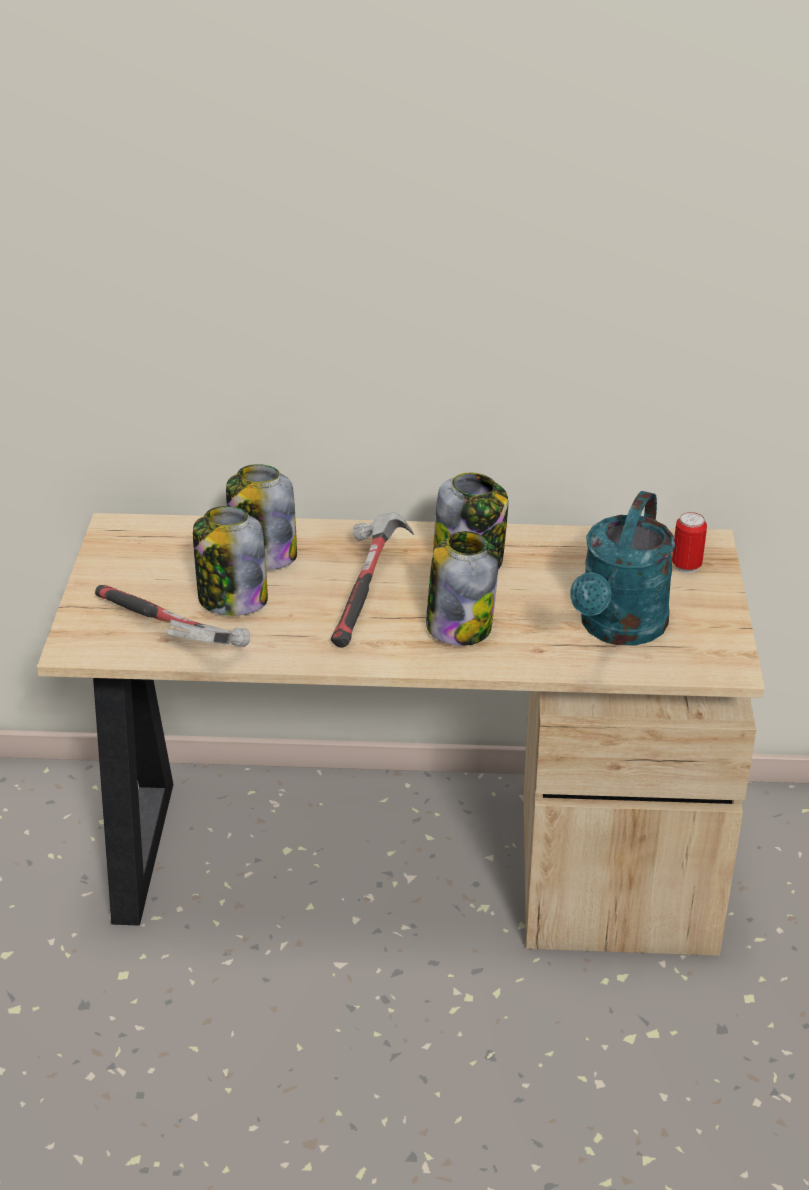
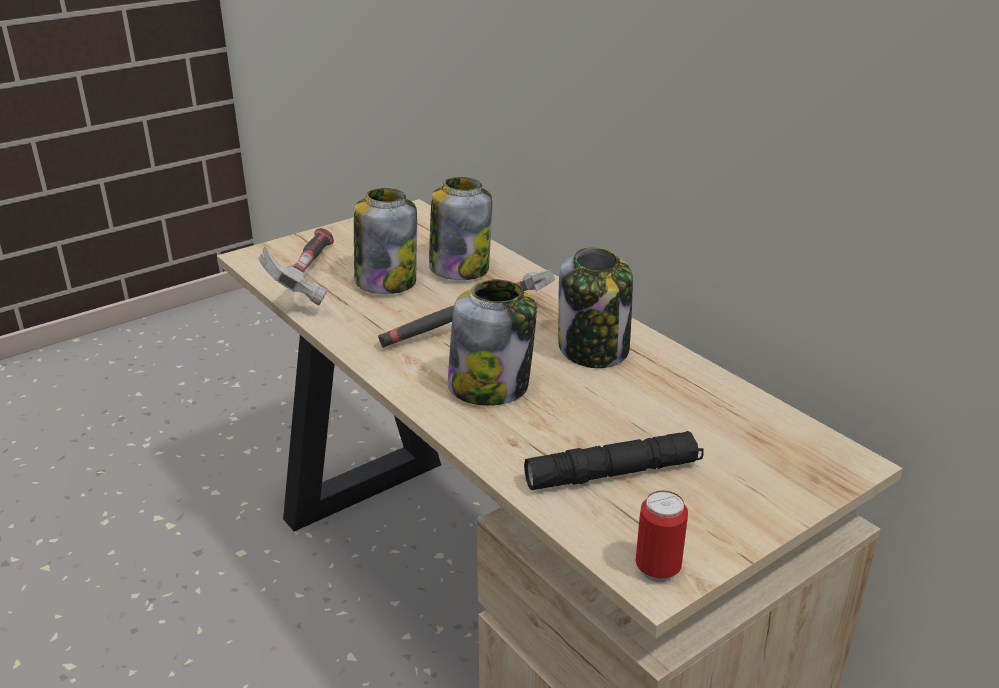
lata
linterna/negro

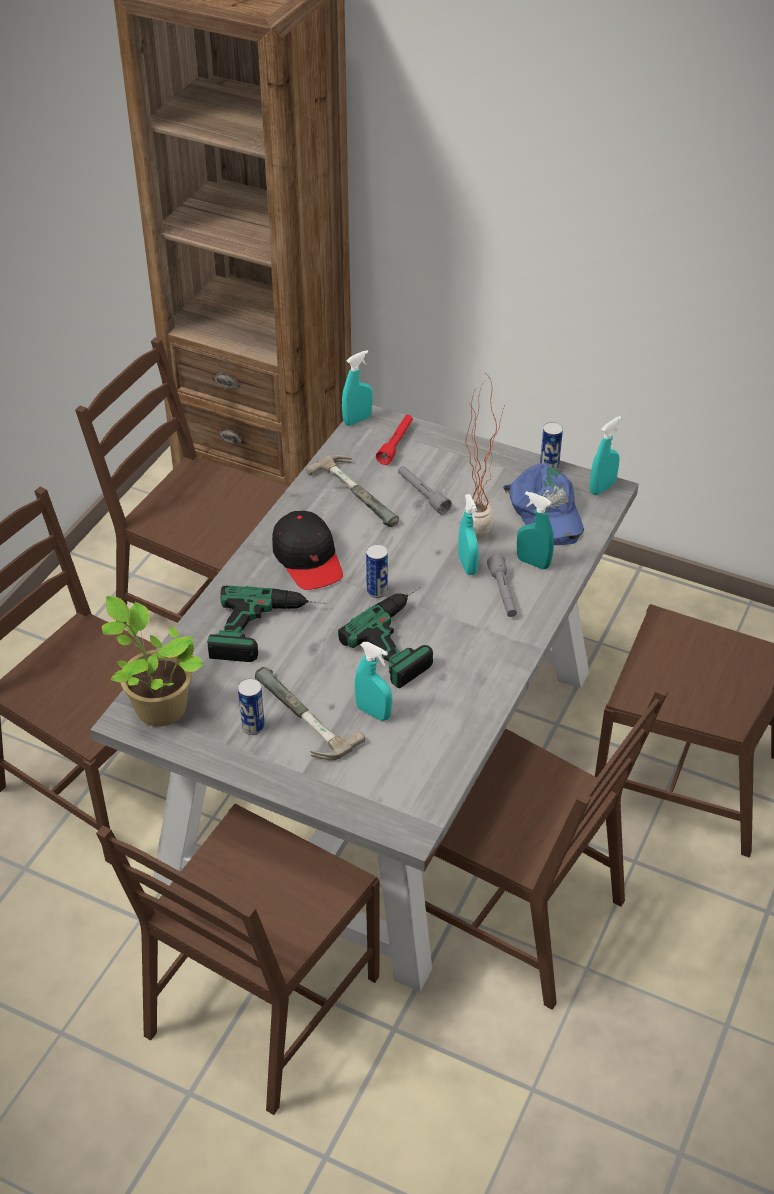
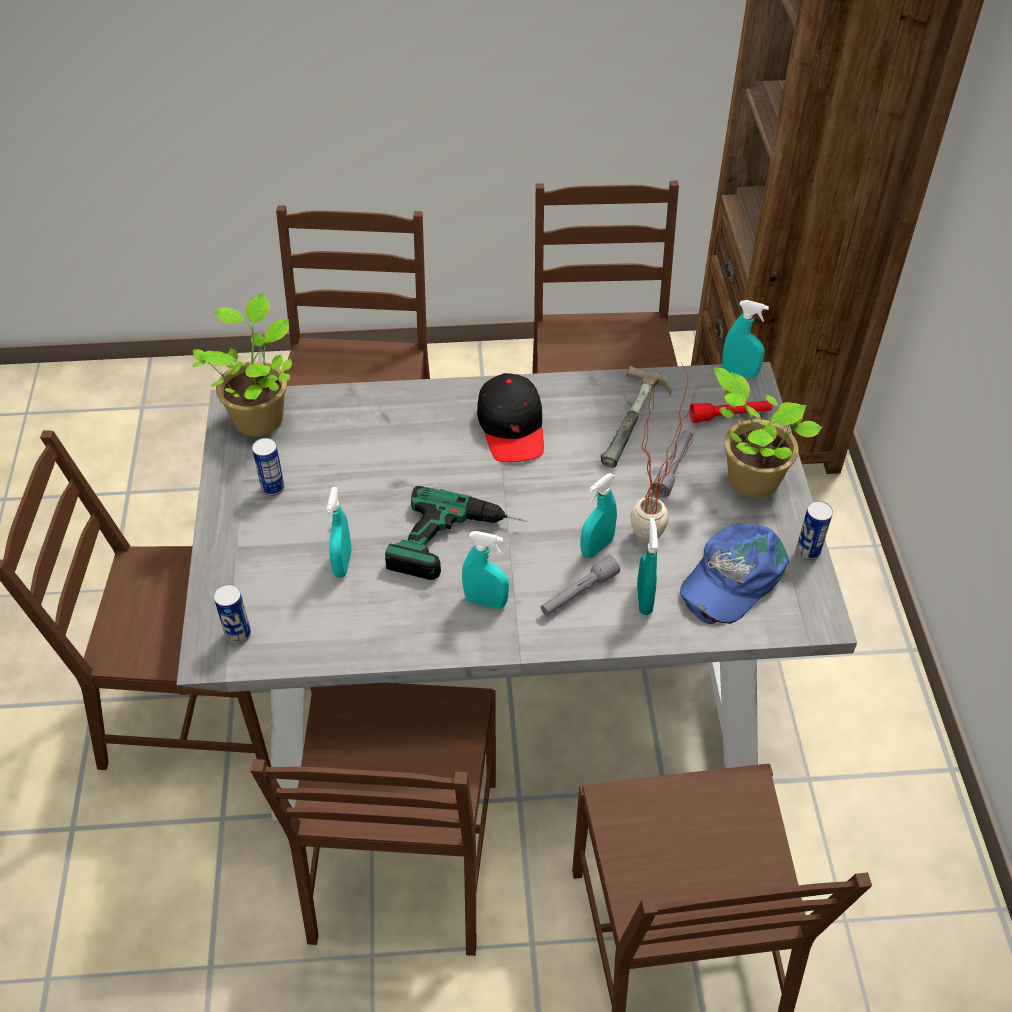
taladro (no. 1 from left in the first image)
martillo (no. 1 from left in the first image)
planta en maceta (no. 3 from left)
lata (no. 1 from left)
pulverizador/turquesa (no. 2 from left)
gorra/negro

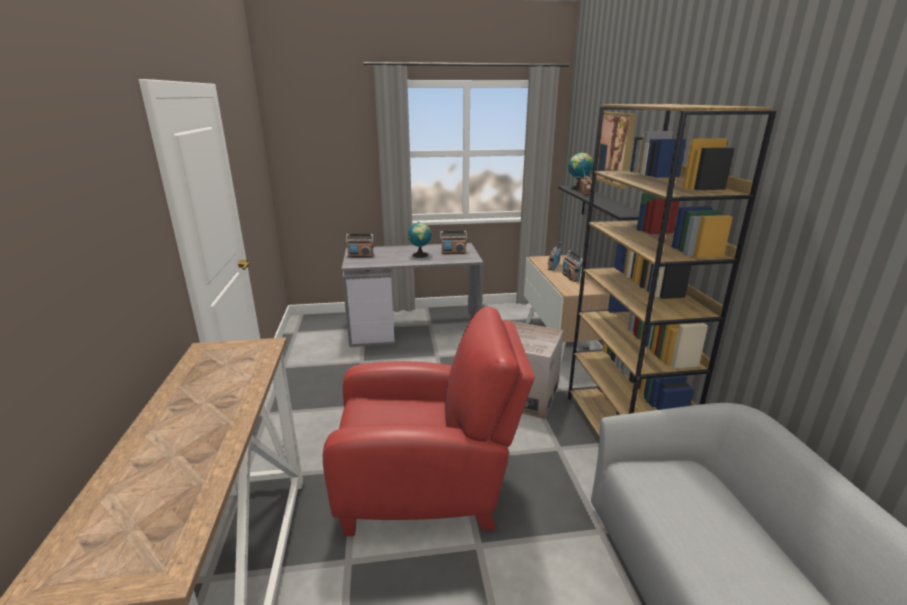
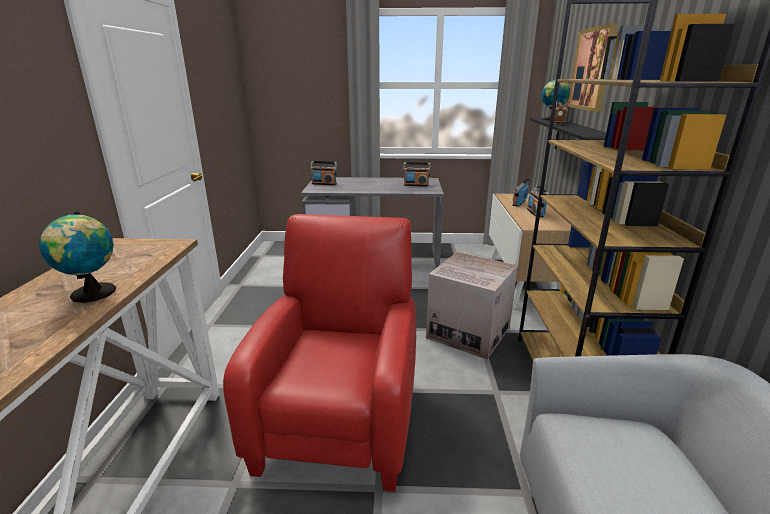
globo terráqueo (no. 1 from left)
sillón/rojo

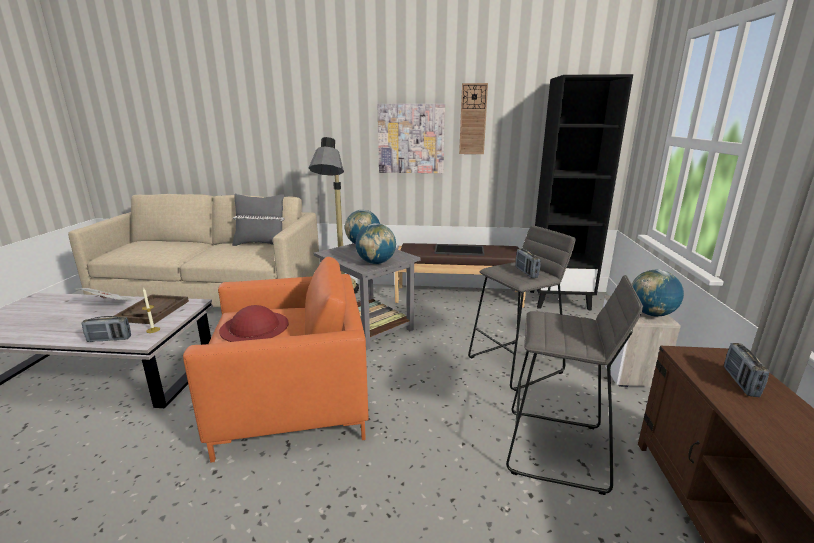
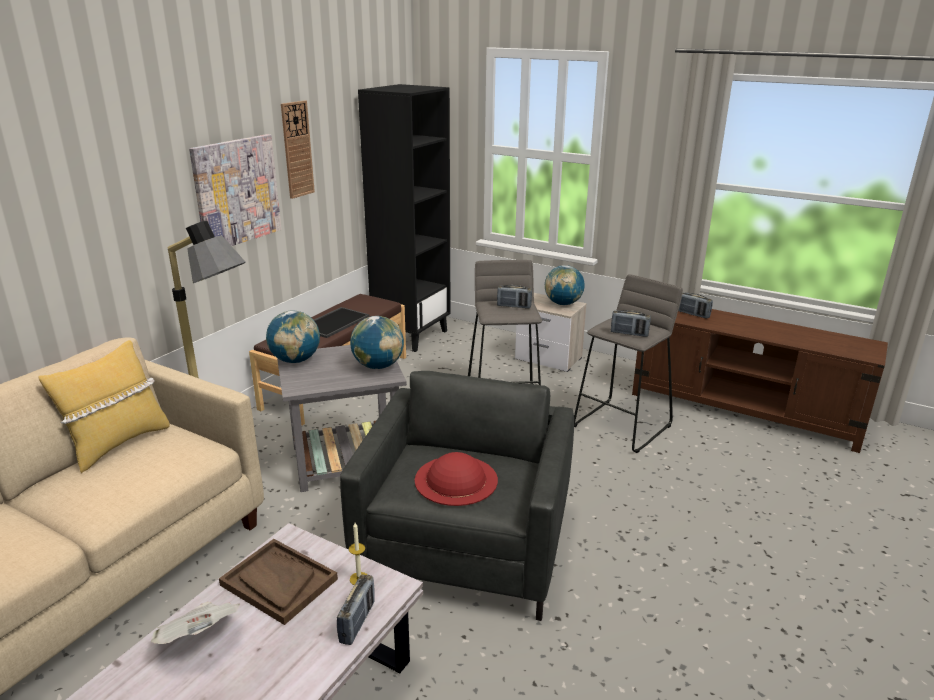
radio (no. 3 from left)
sillón/gris
cojín/amarillo

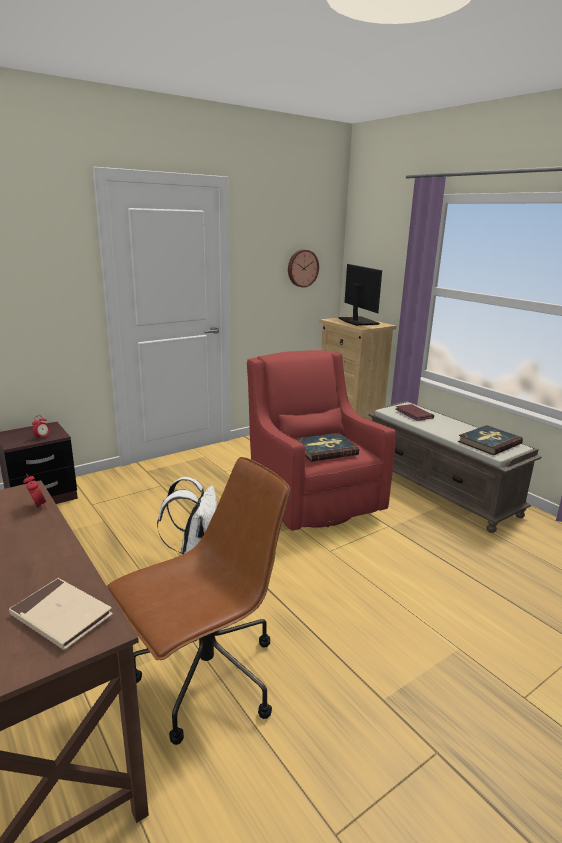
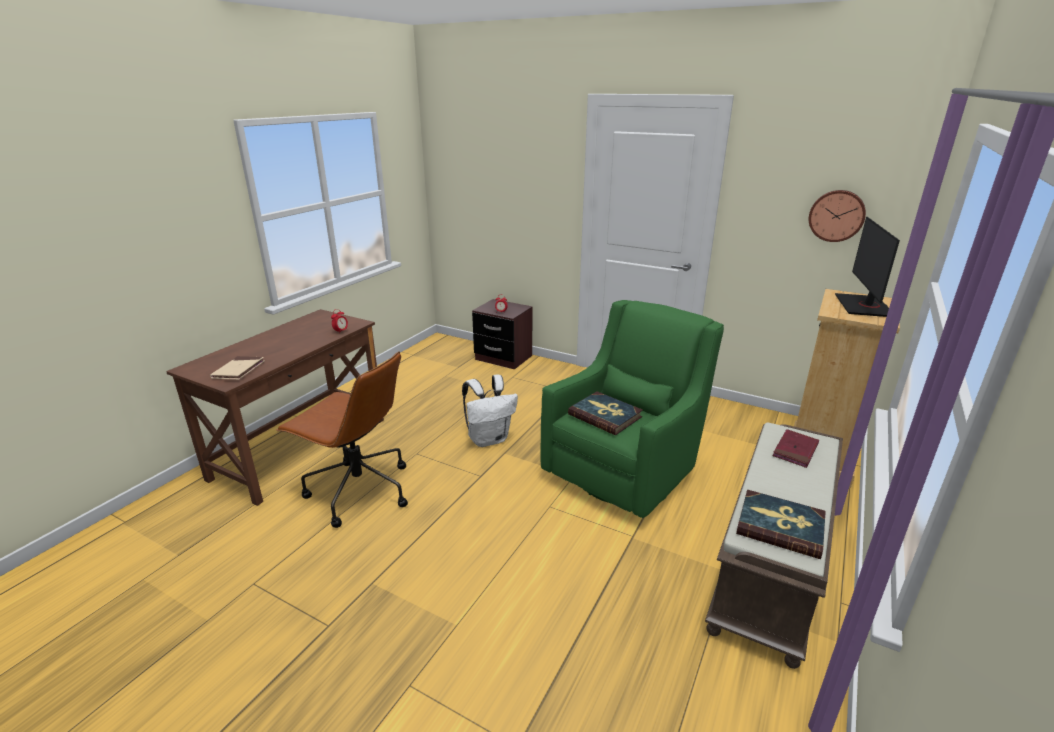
sillón/verde
monitor

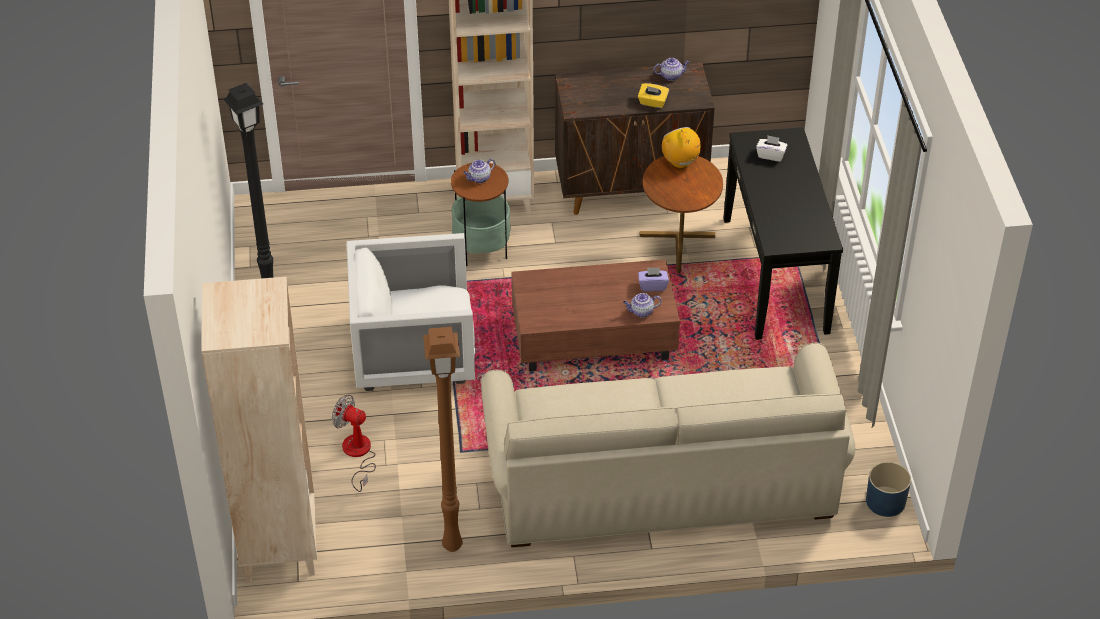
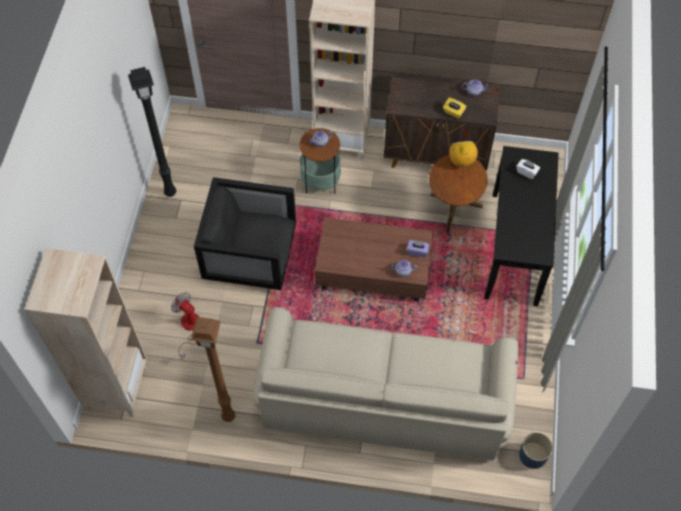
sillón/negro

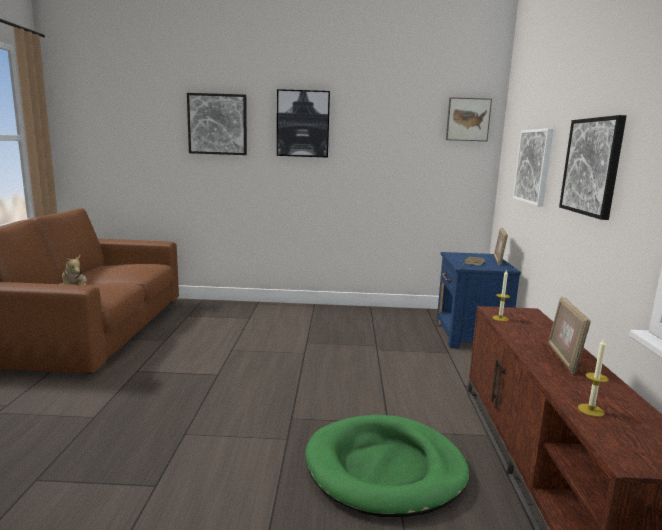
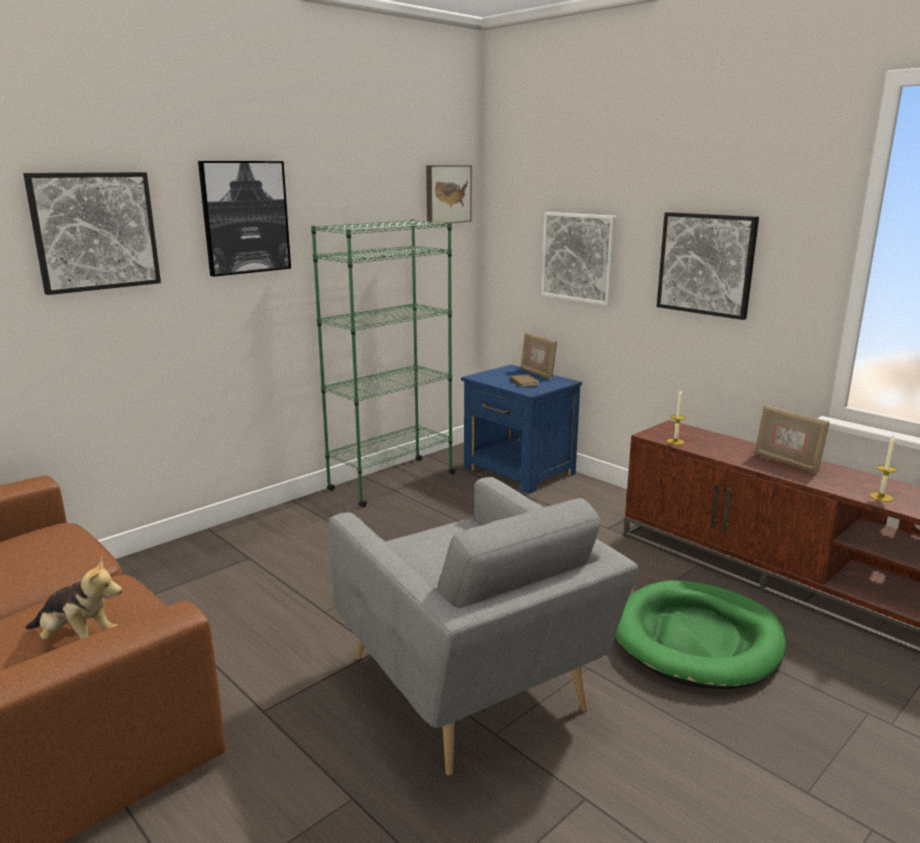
estantería/verde
sillón/gris

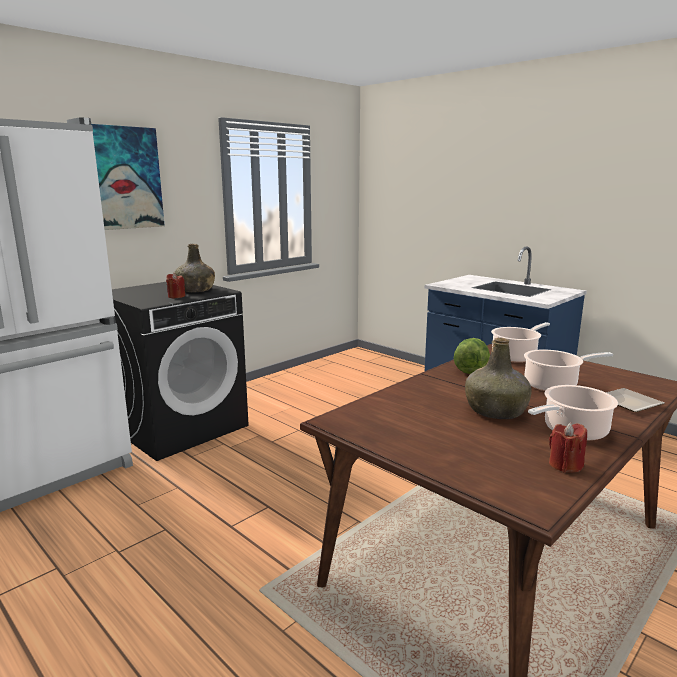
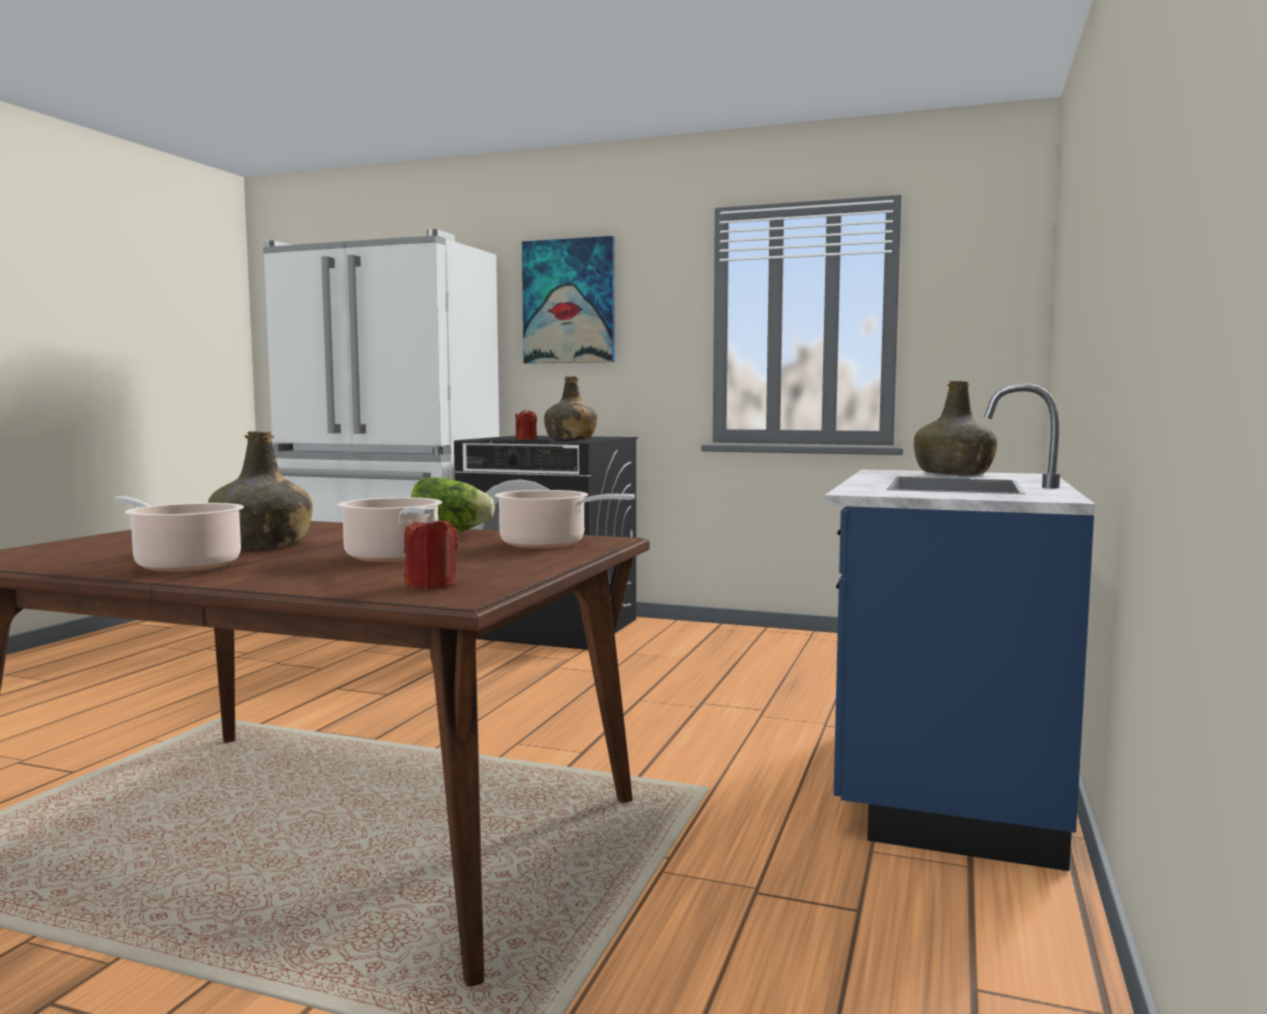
plato
botella/verde (no. 3 from left)
vela/rojo (no. 1 from left)

